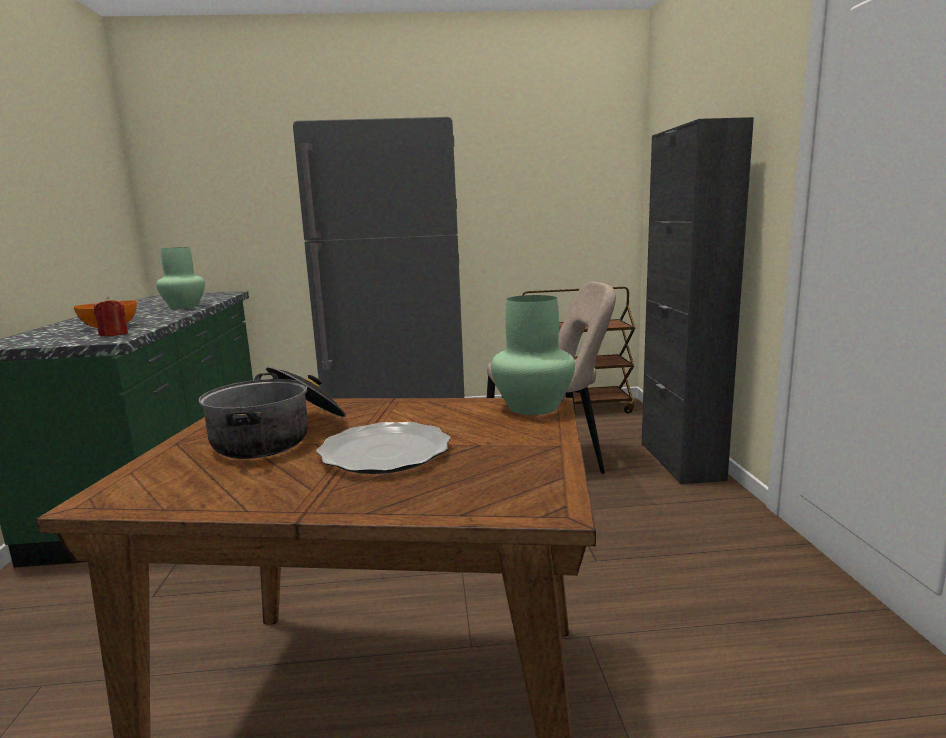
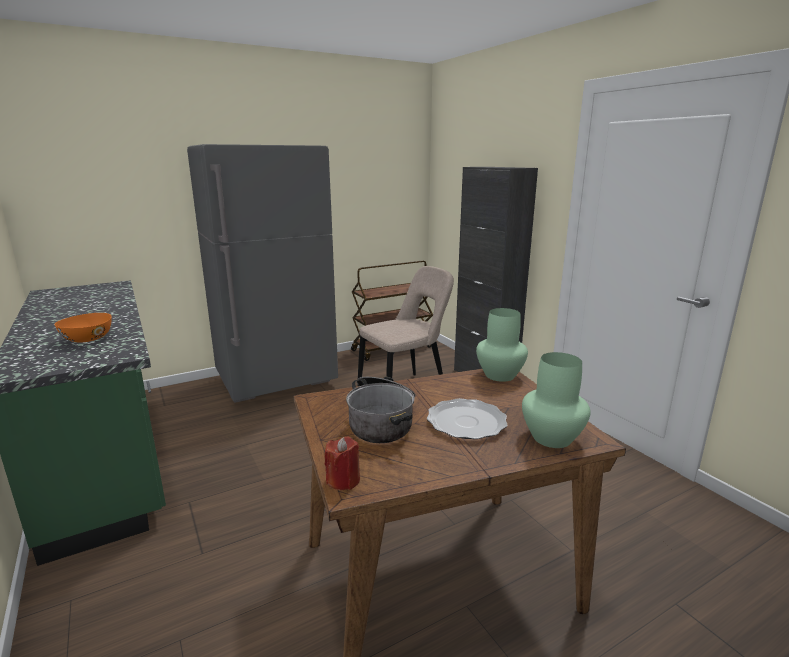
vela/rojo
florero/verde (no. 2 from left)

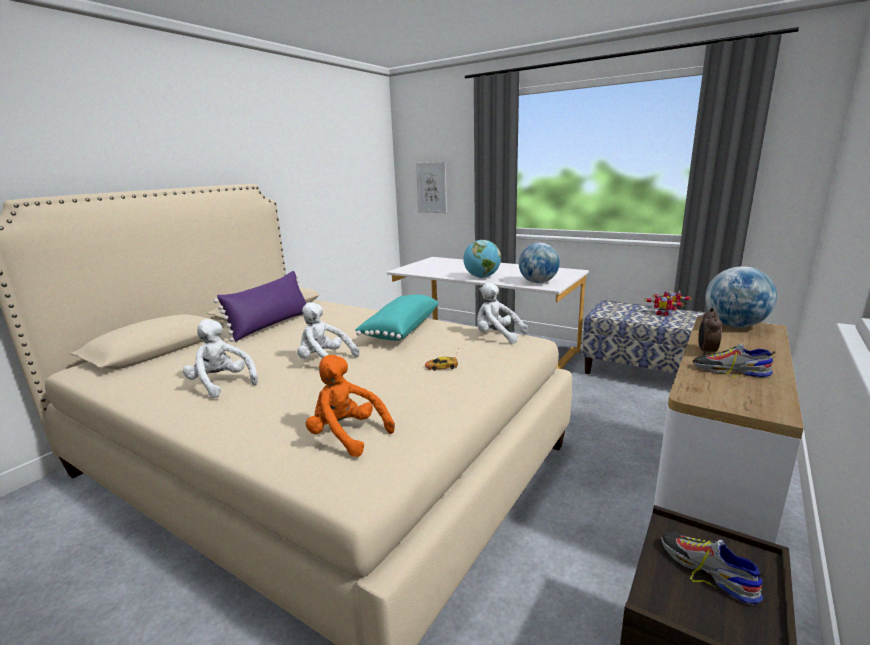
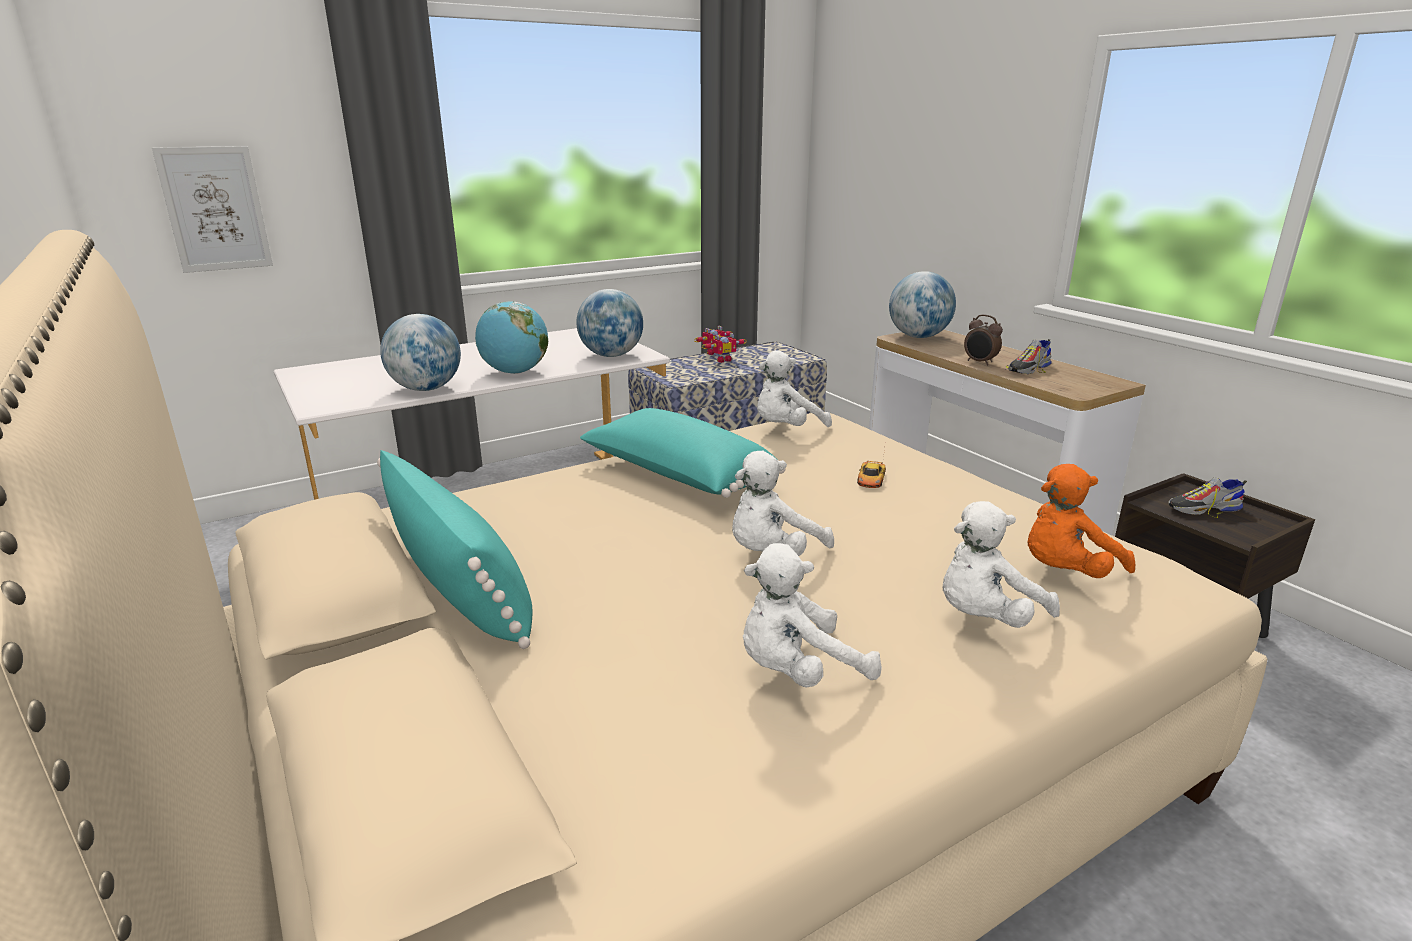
globo terráqueo (no. 1 from left)
peluche/blanco (no. 4 from left)
cojín/turquesa (no. 1 from left)

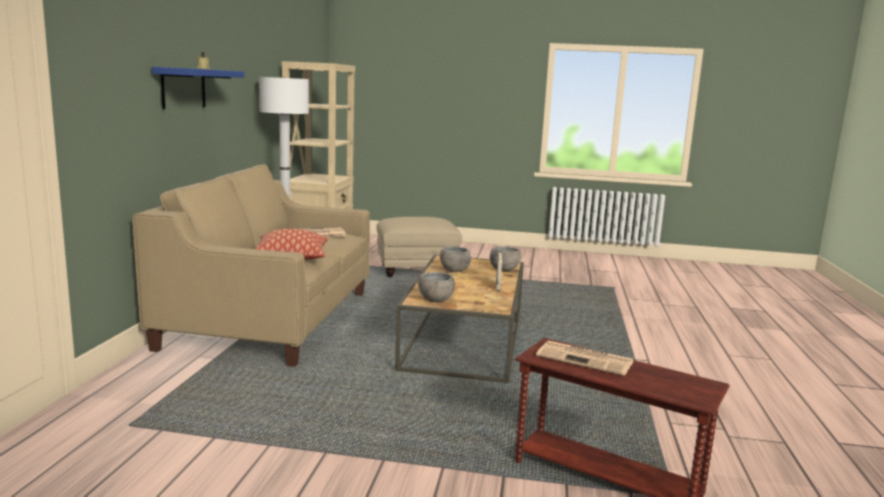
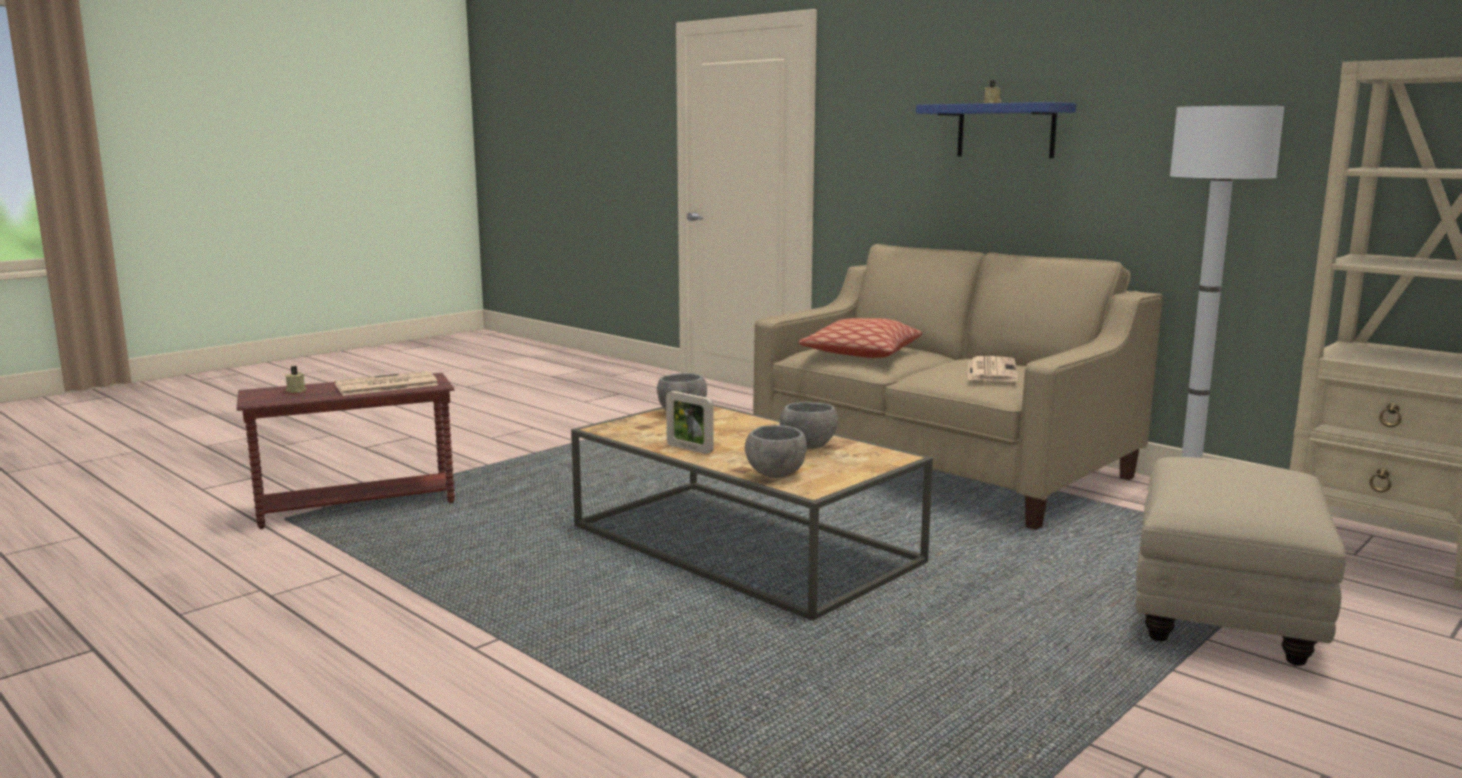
vela/beis (no. 1 from left)

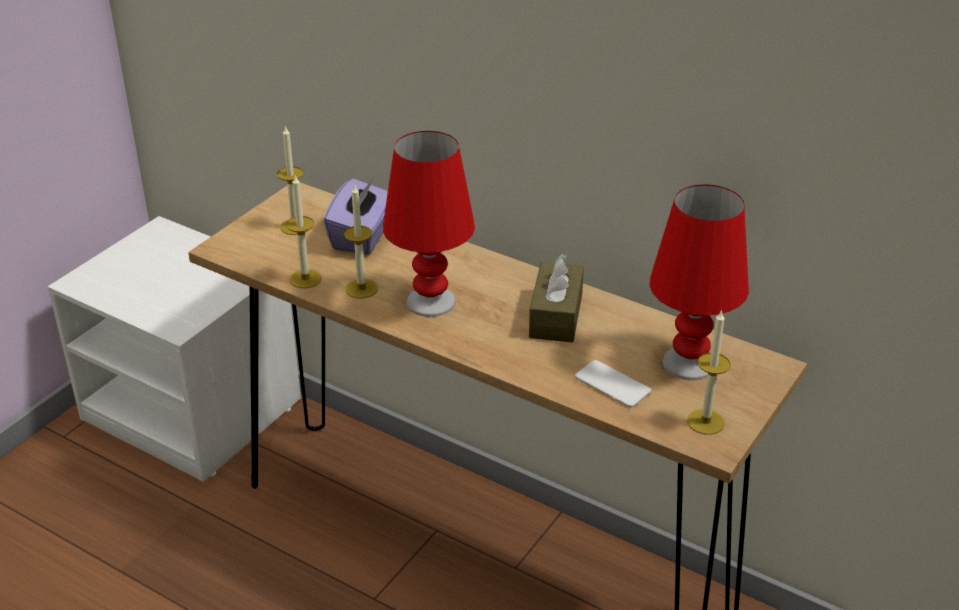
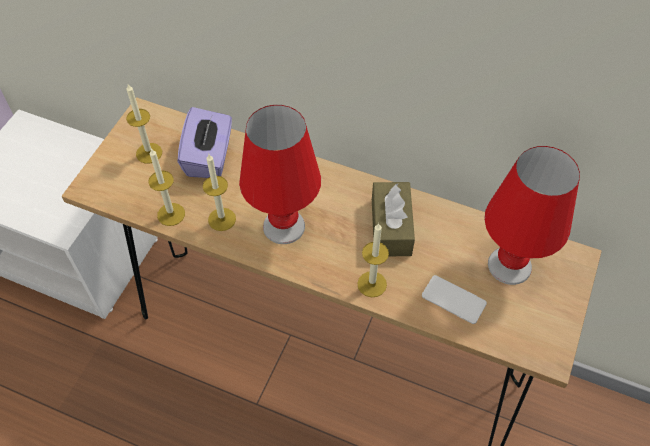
vela (no. 4 from left)

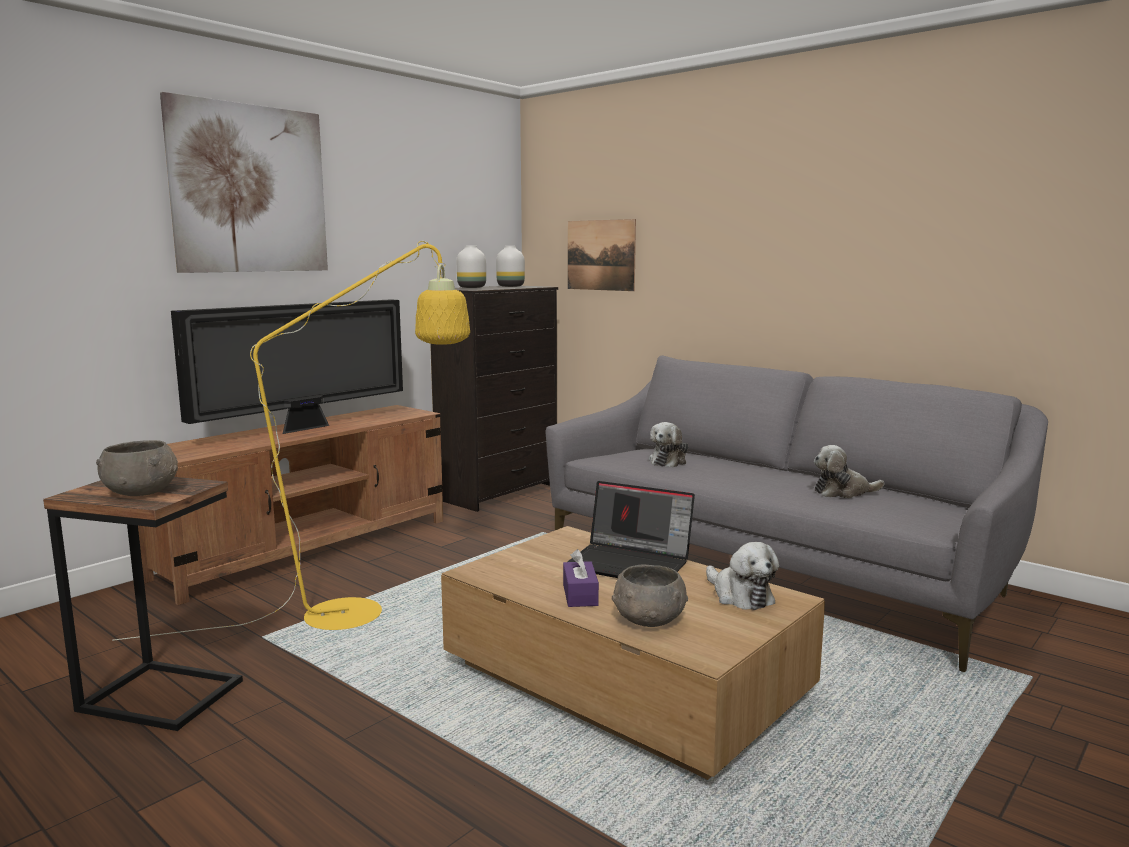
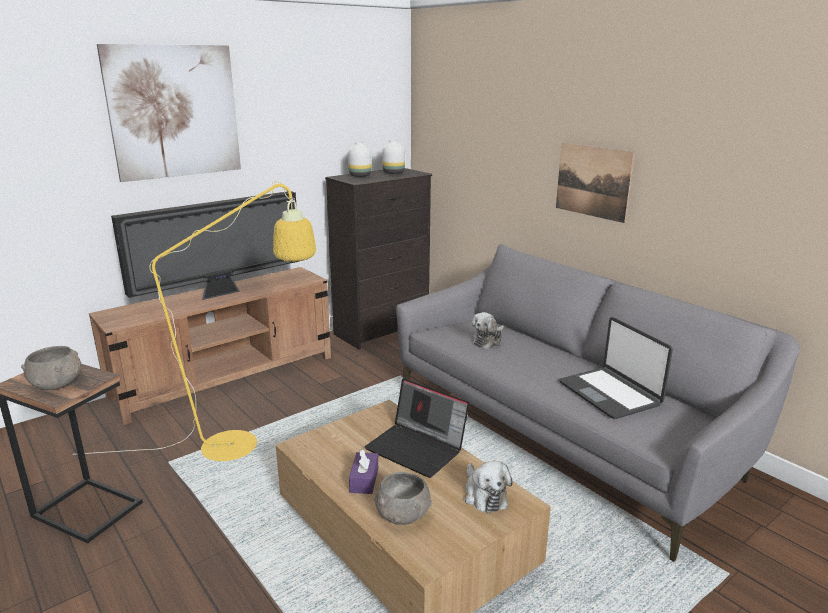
cuadro (no. 2 from left)
portátil (no. 2 from left)

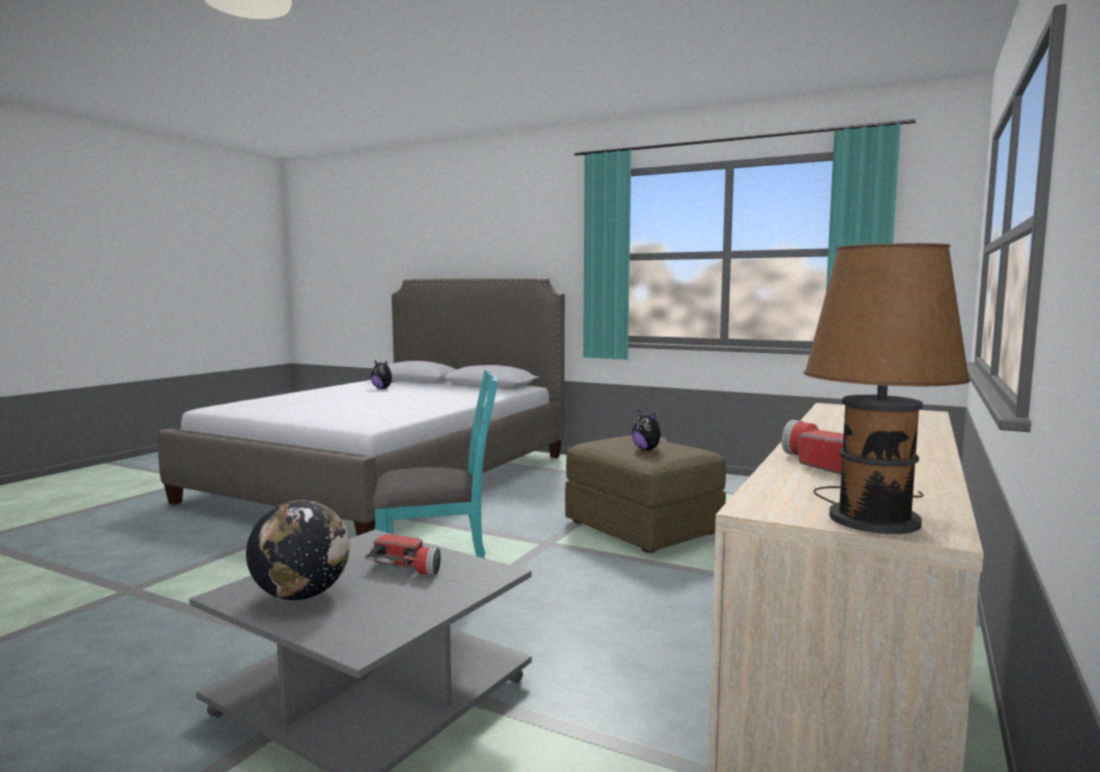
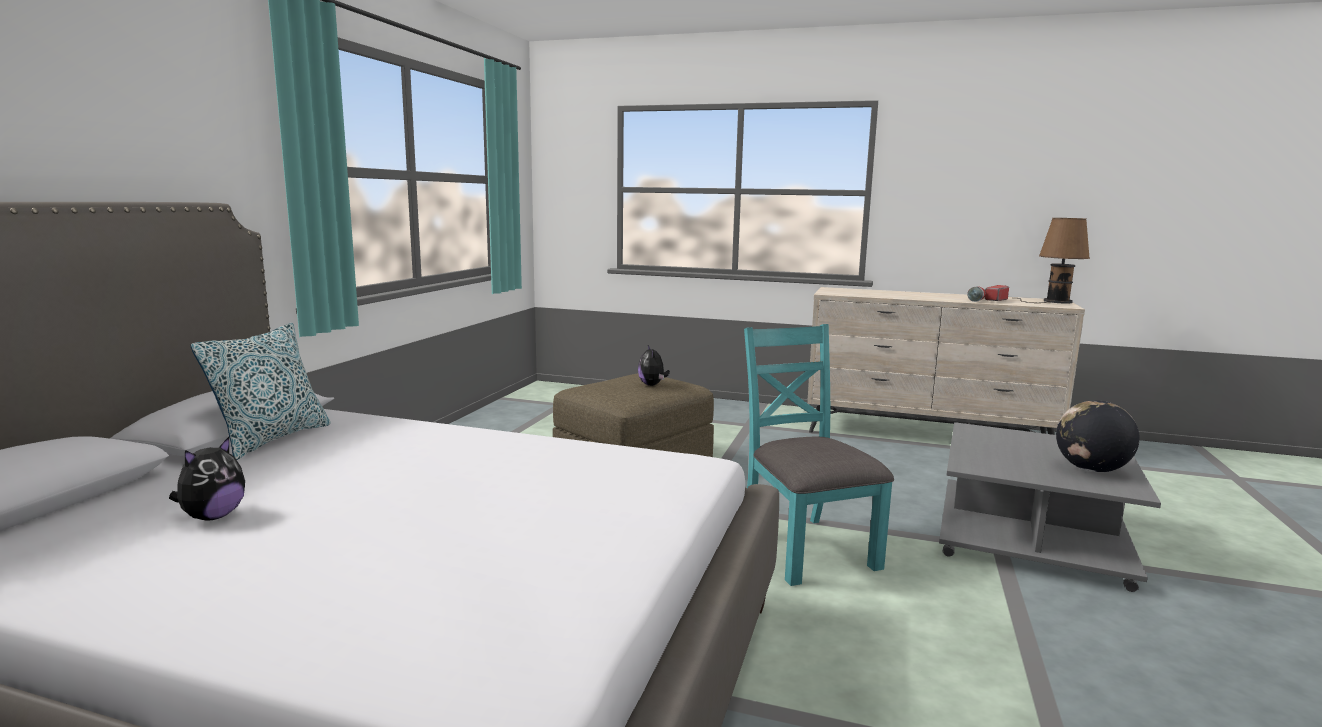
linterna (no. 1 from left in the first image)
cojín
peluche (no. 2 from left)

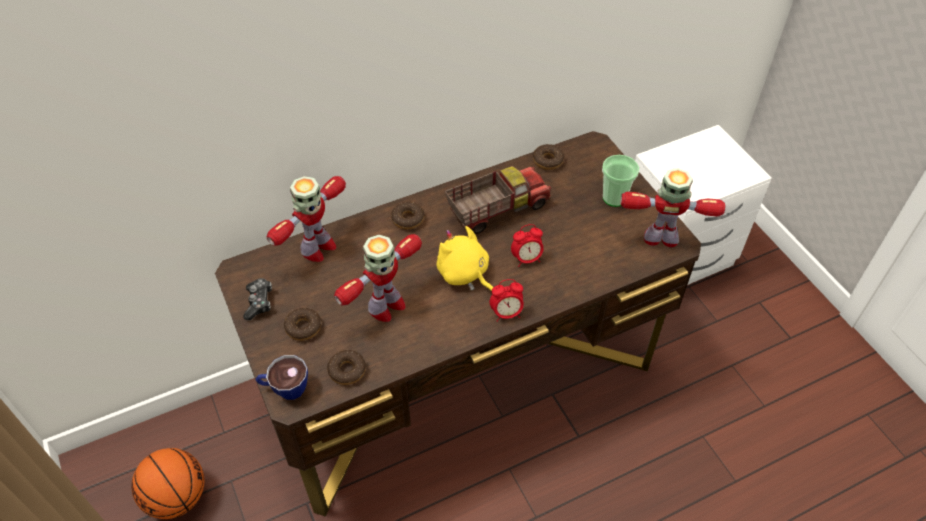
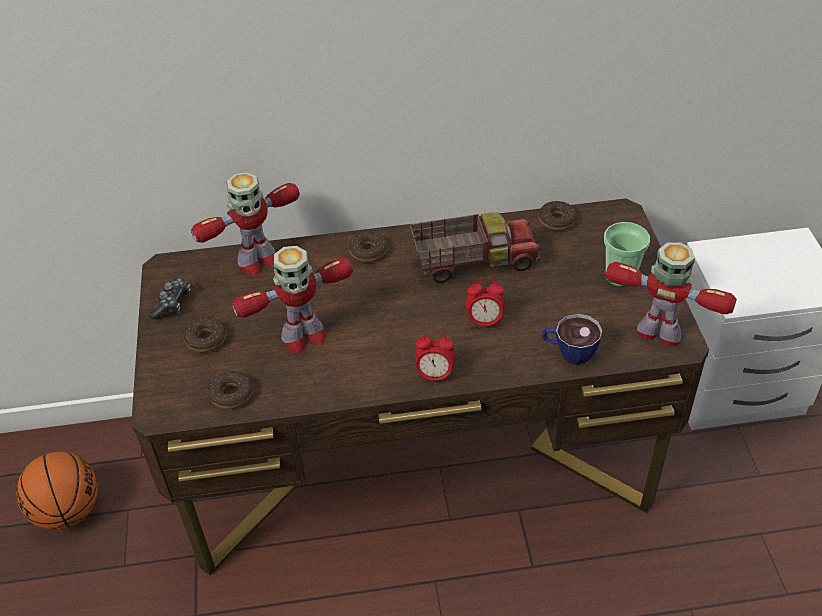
peluche/amarillo
taza (no. 1 from left)

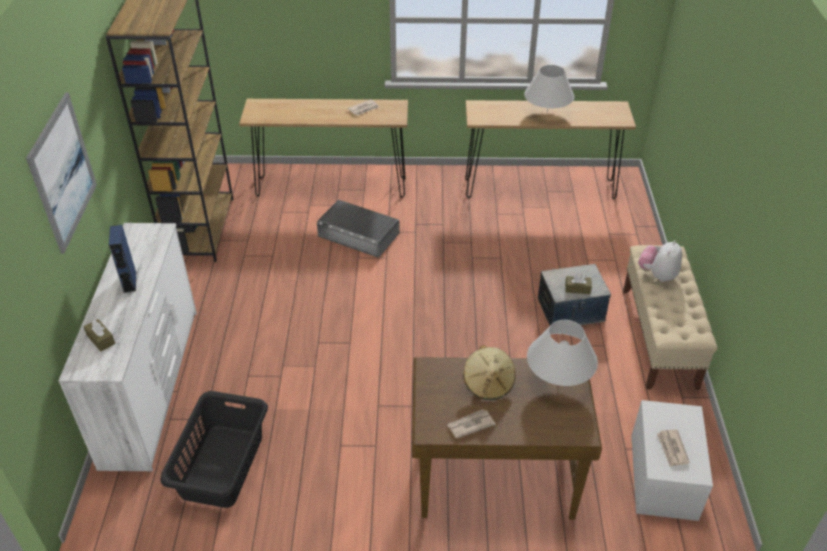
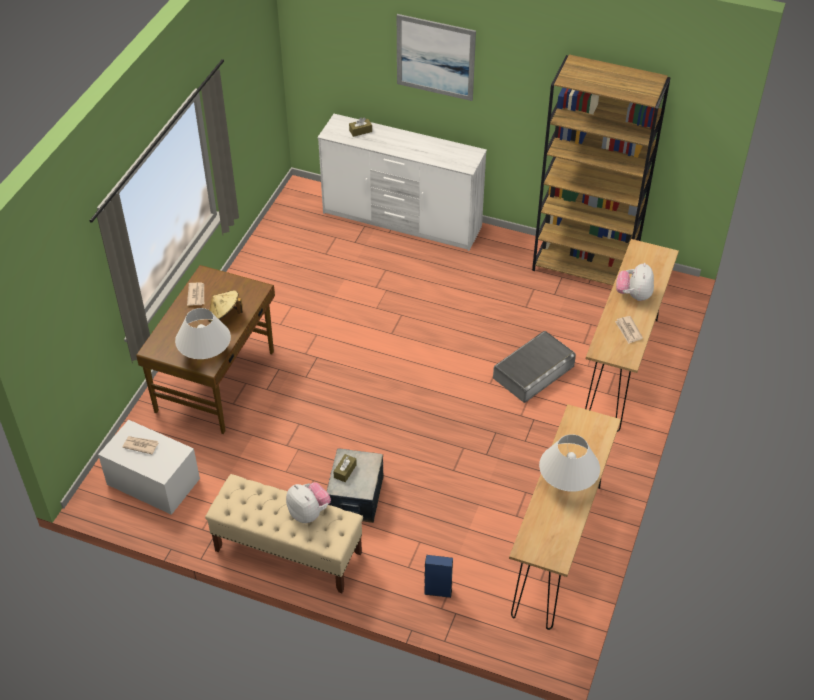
cesto de la ropa/negro
peluche (no. 2 from left)
altavoz/azul

